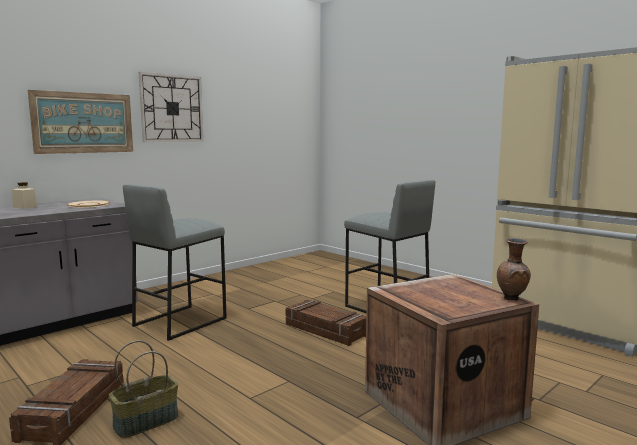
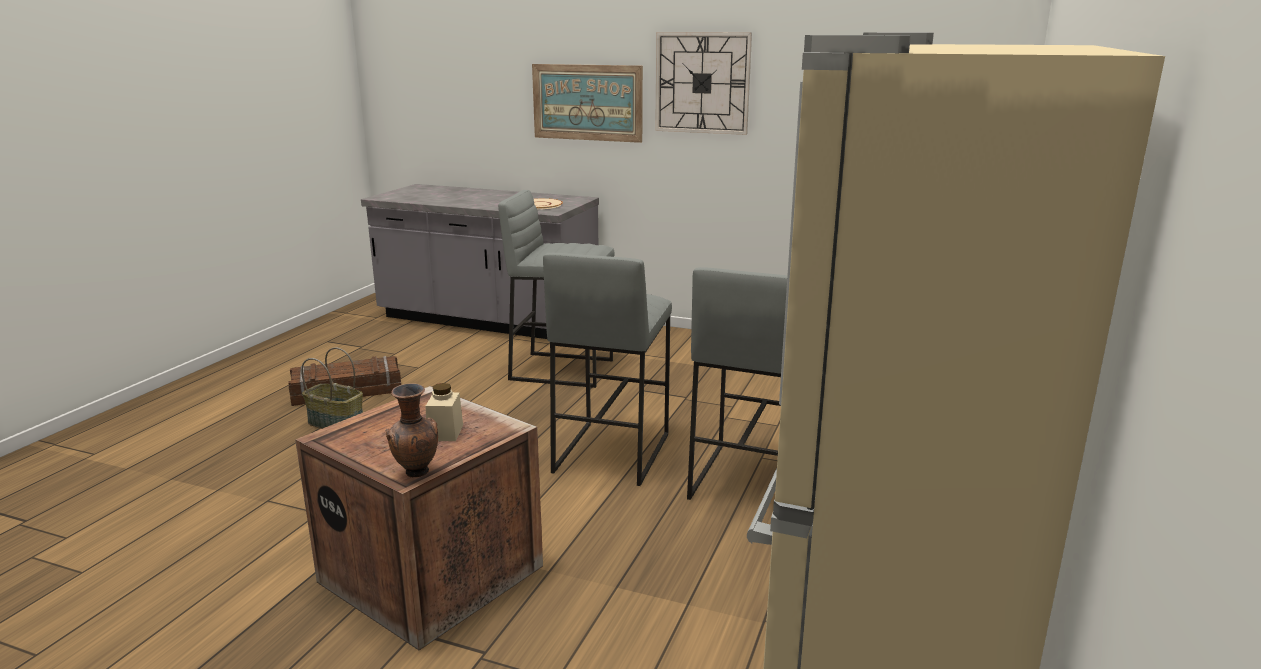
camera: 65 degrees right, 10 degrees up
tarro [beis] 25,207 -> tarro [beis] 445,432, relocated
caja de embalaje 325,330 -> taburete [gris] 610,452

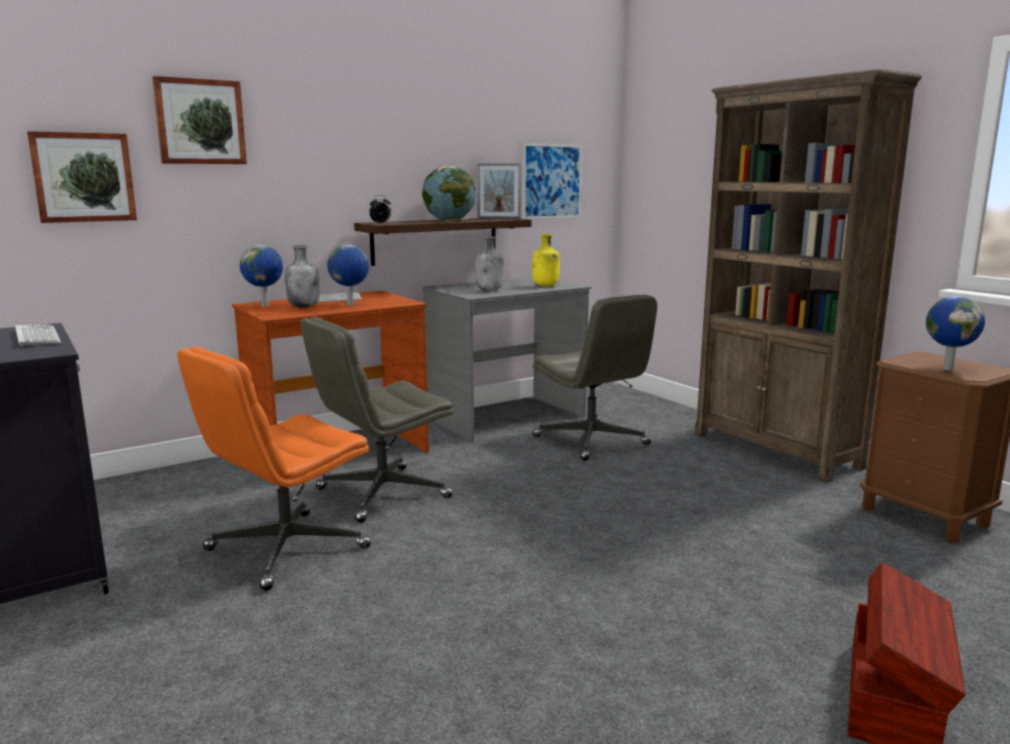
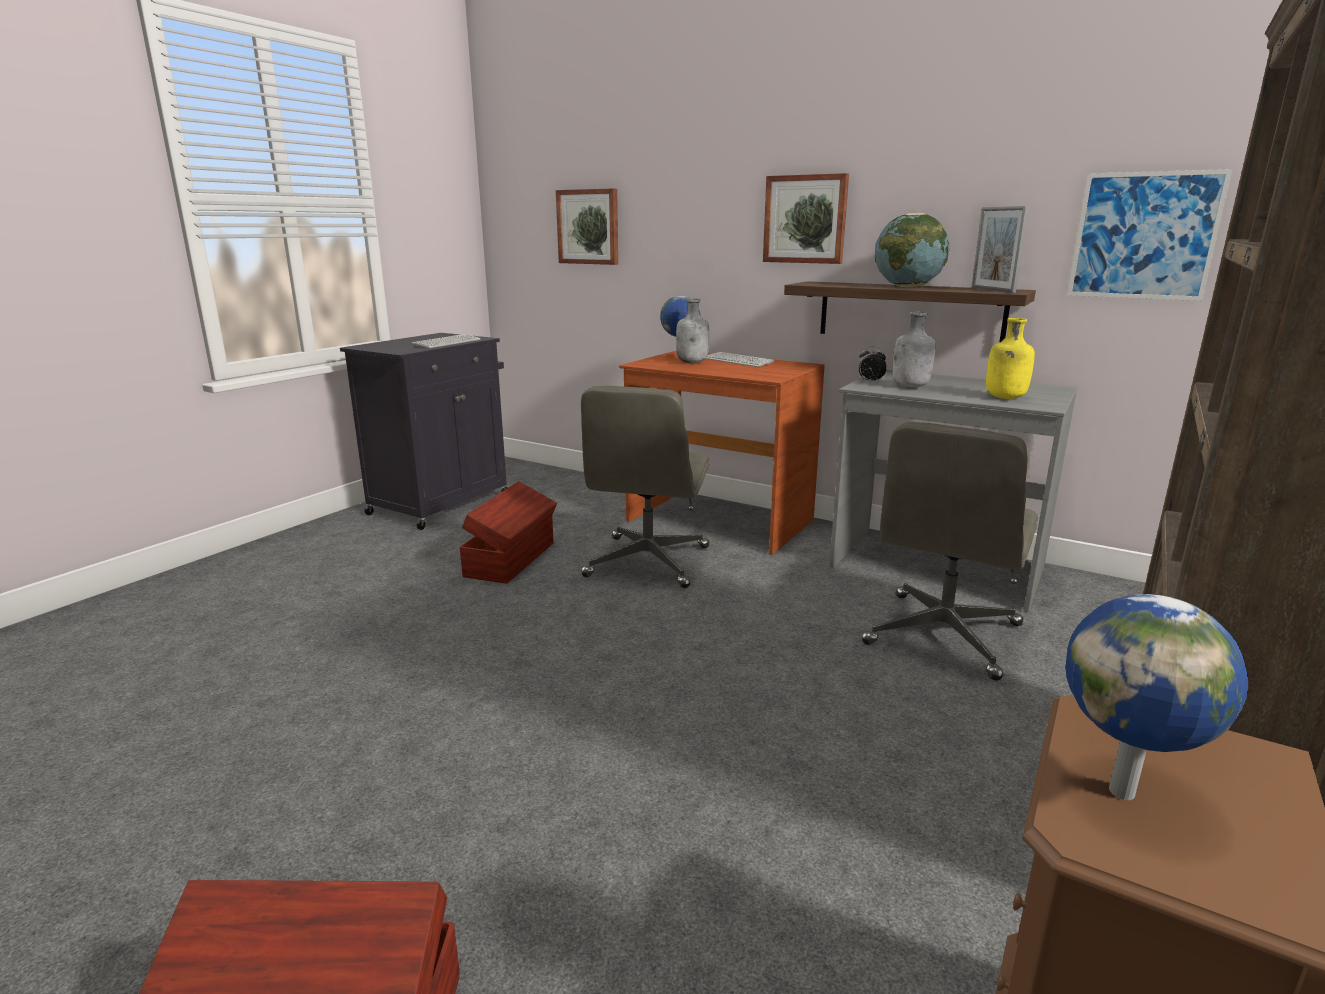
camera: 65 degrees right, 5 degrees up
cuadro 200,122 -> cuadro 805,219, relocated
silla de oficina [naranja] 285,550 -> caja de almacenaje [marrón] 512,559
silla de oficina [gris] 381,494 -> silla de oficina [gris] 648,562, 105 degrees counterclockwise
globo terráqueo 350,305 -> none
despertador 381,224 -> despertador 870,381, relocated

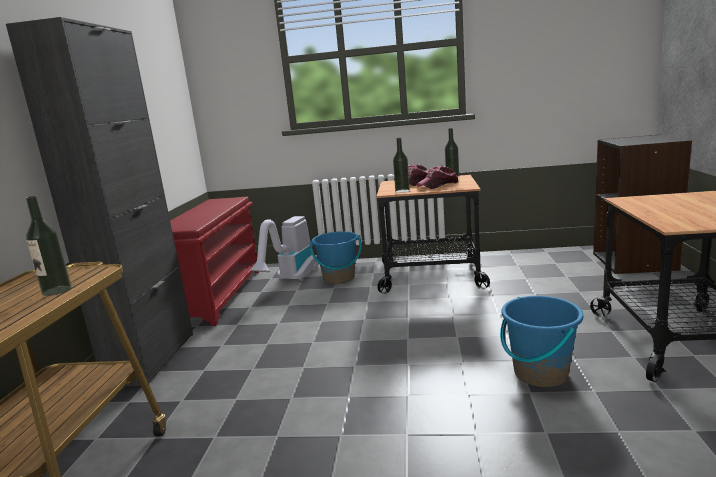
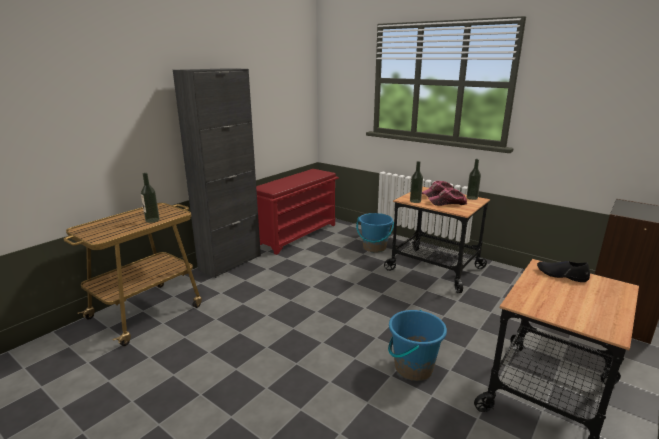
camera: 30 degrees right, 5 degrees up
aspiradora 290,280 -> none
none -> zapato [negro] 561,275

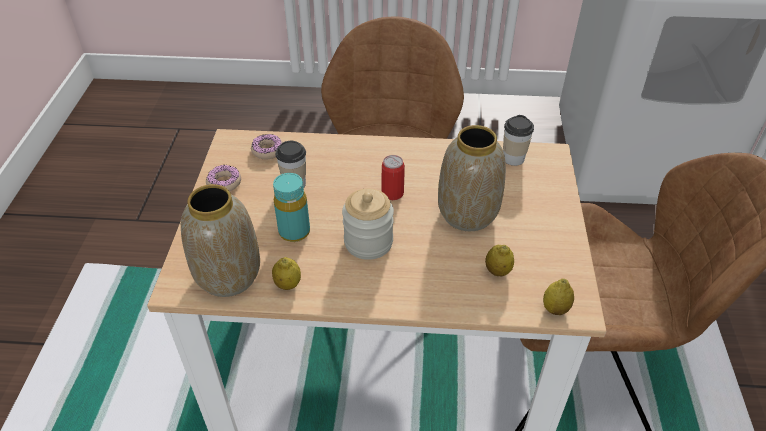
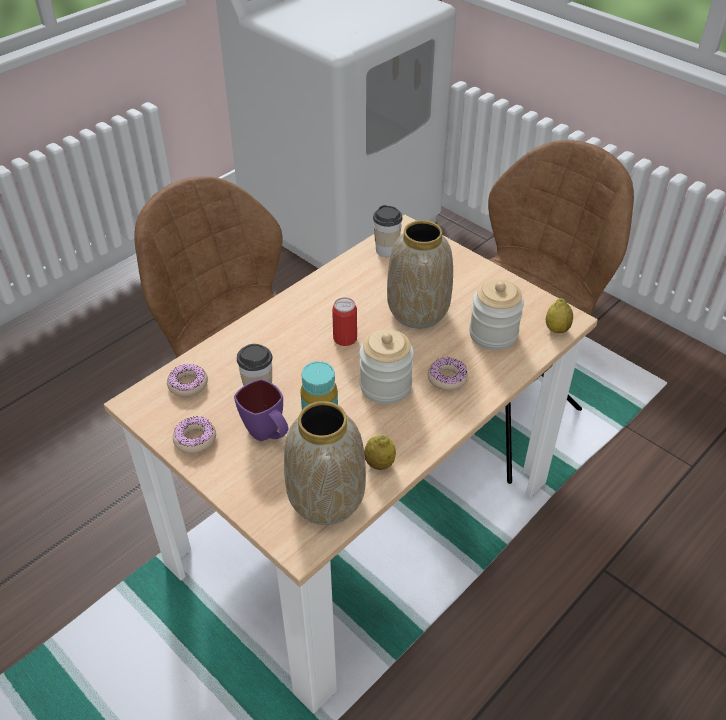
camera: 50 degrees left, 0 degrees up
limón 497,271 -> tarro 493,334
none -> taza grande [morado] 268,435
none -> rosquilla 447,378

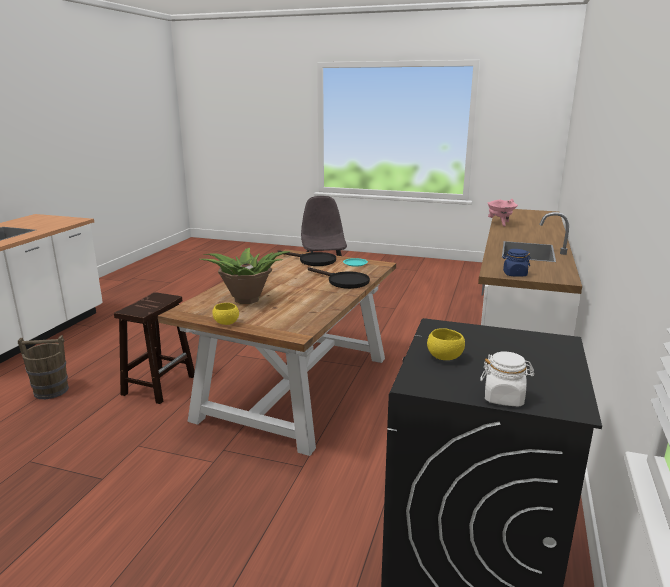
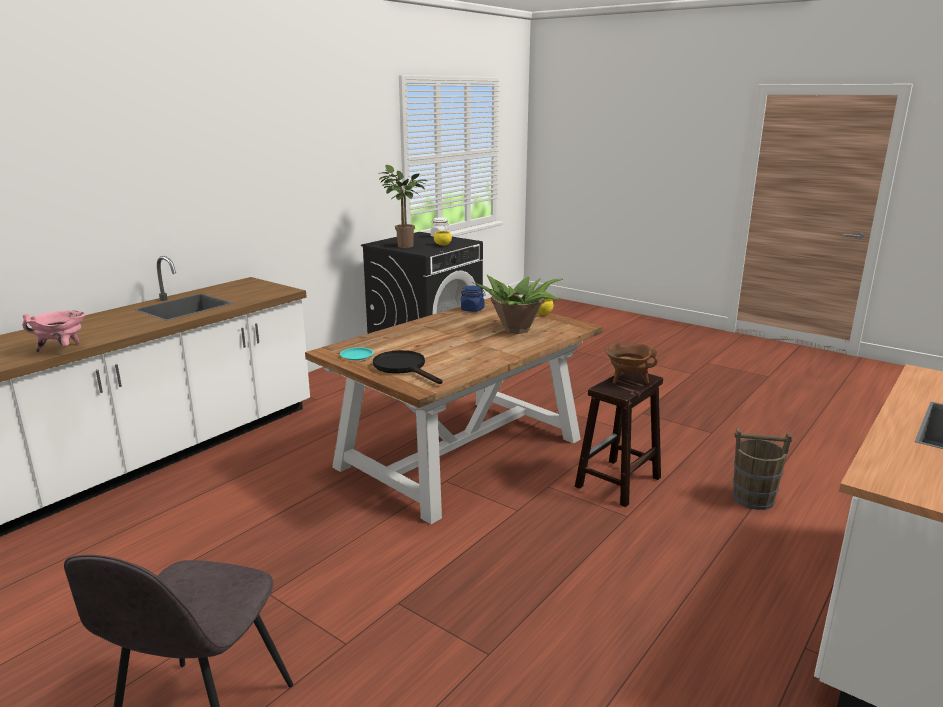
camera: 160 degrees left, 0 degrees up
sartén [negro] 343,281 -> none
tarro [azul] 514,274 -> tarro [azul] 472,309, relocated
none -> planta en maceta 402,246
none -> olla [marrón] 627,380

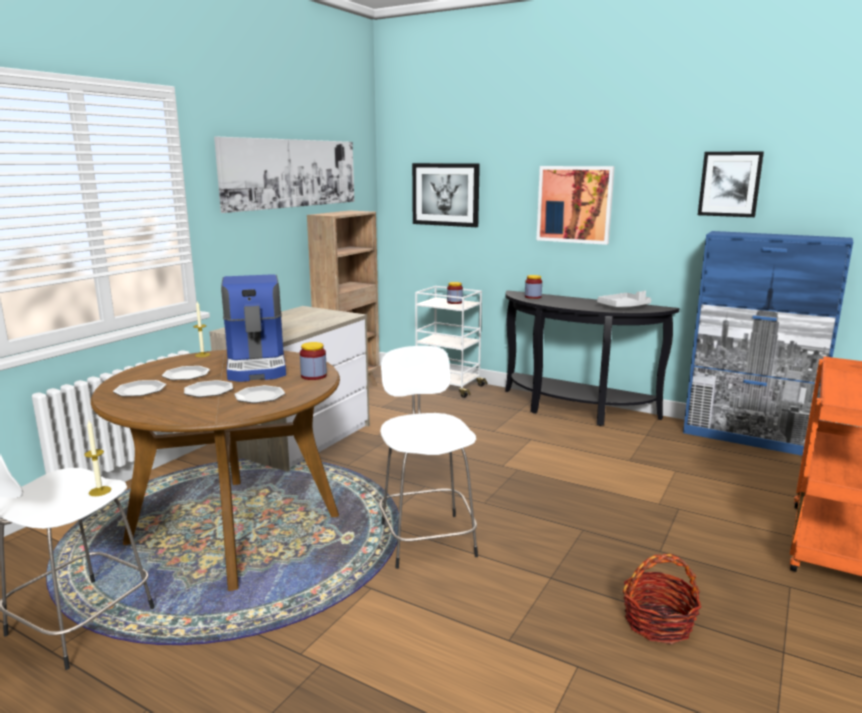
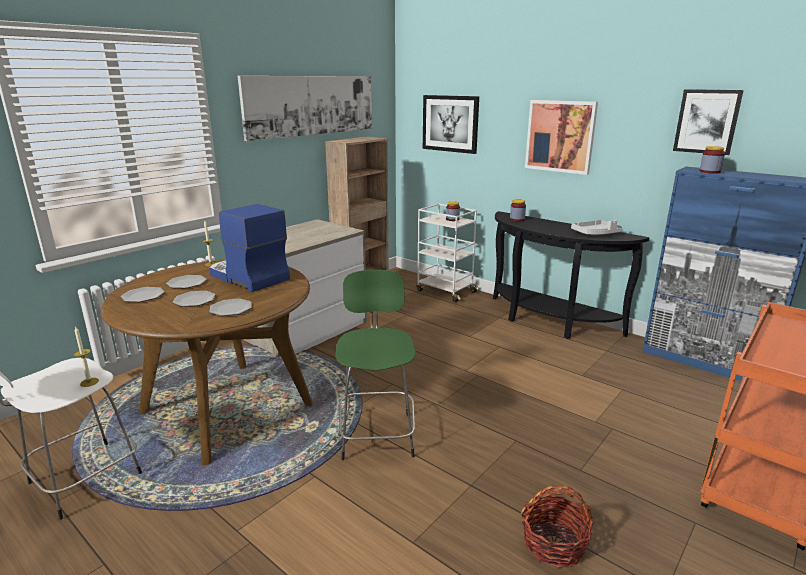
camera: 10 degrees right, 5 degrees up
cafetera 258,365 -> cafetera 247,277, 135 degrees clockwise
tarro 313,376 -> tarro 709,172, relocated
taburete [blanco] 426,538 -> taburete [verde] 377,433

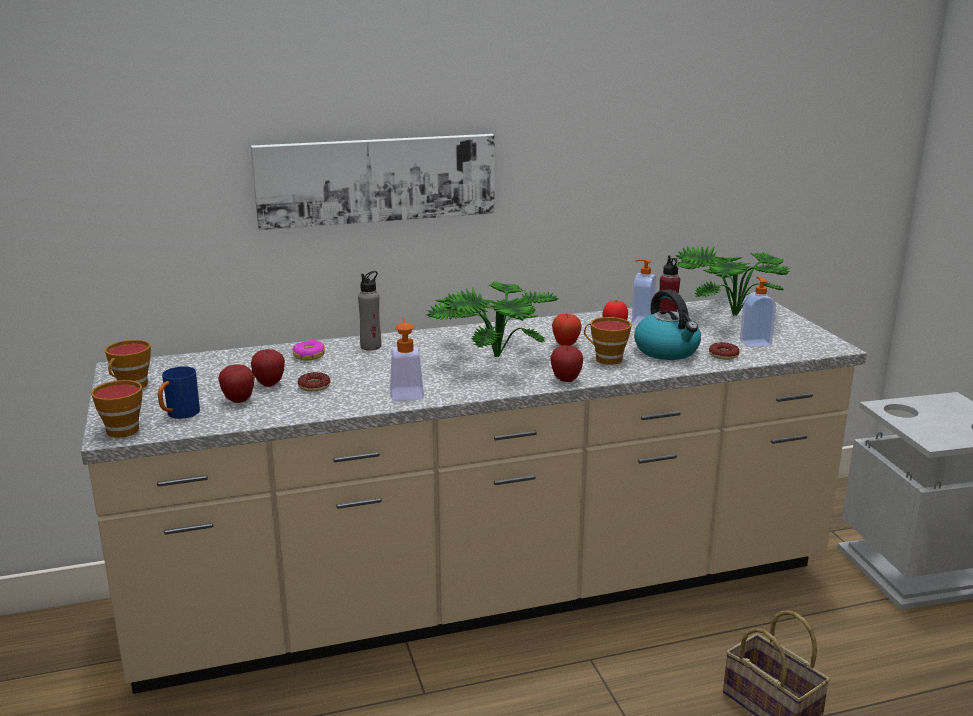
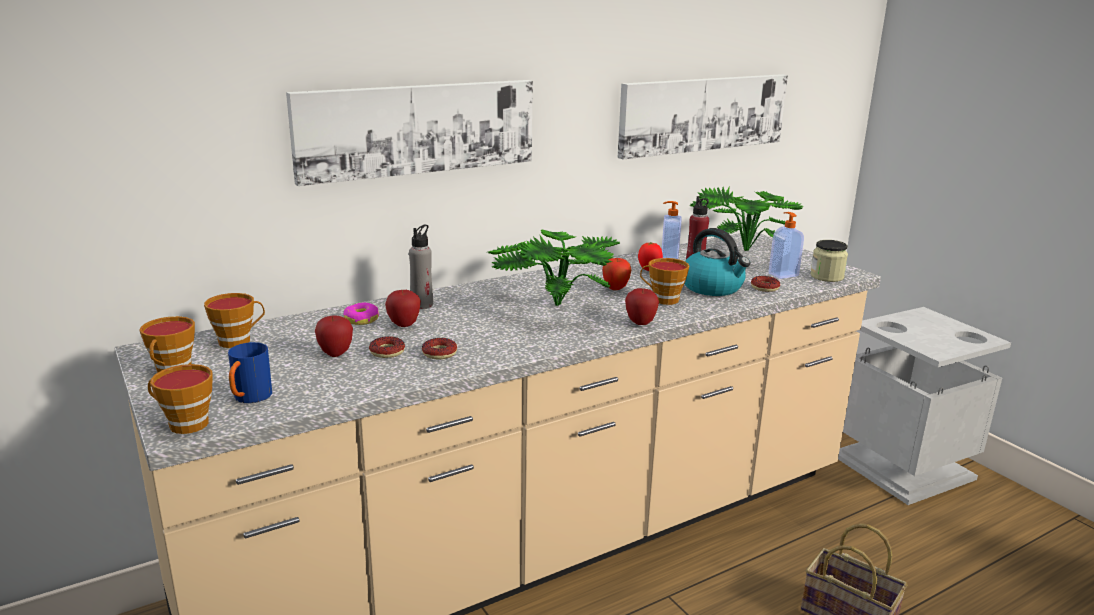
camera: 15 degrees left, 0 degrees up
manzana 238,400 -> manzana 404,325, relocated
dispensador de jabón 406,392 -> none
none -> taza 238,341
none -> rosquilla 439,353
none -> cuadro 702,114
none -> tarro 826,276

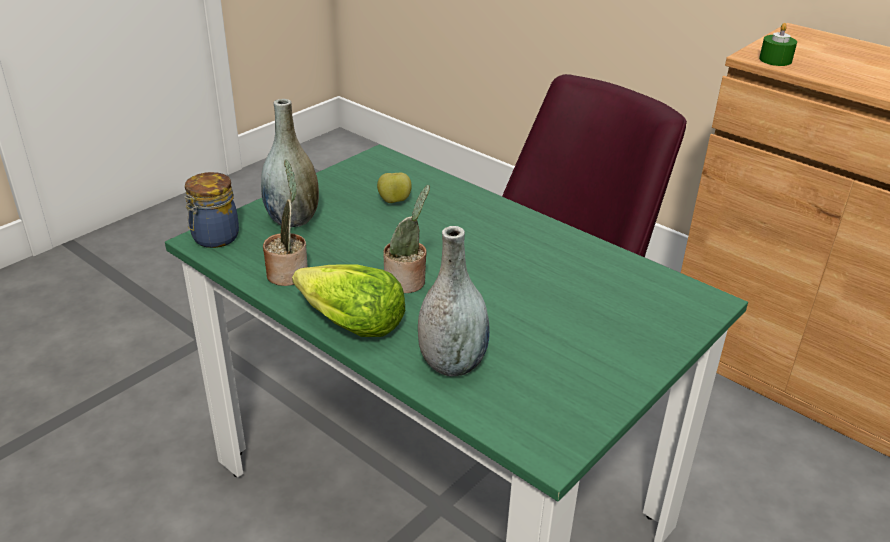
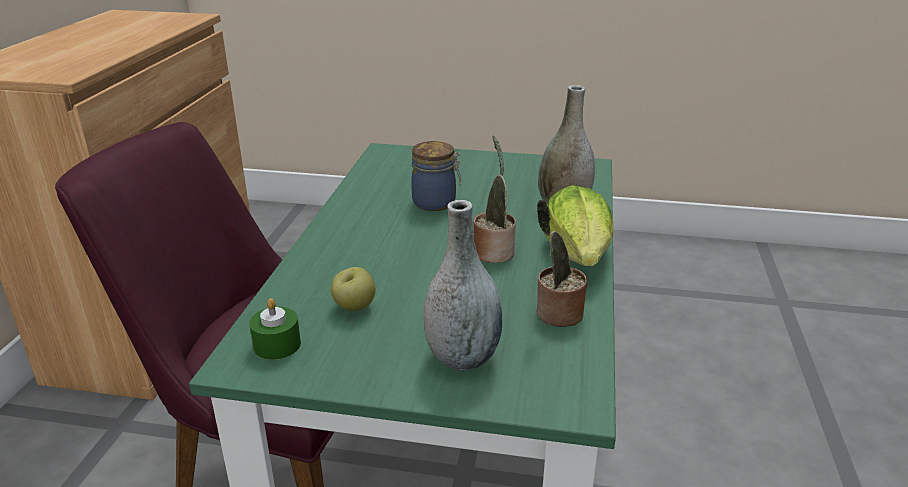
camera: 120 degrees left, 5 degrees down
tarro 214,238 -> tarro 436,203, relocated
vela [verde] 775,60 -> vela [verde] 277,345, relocated

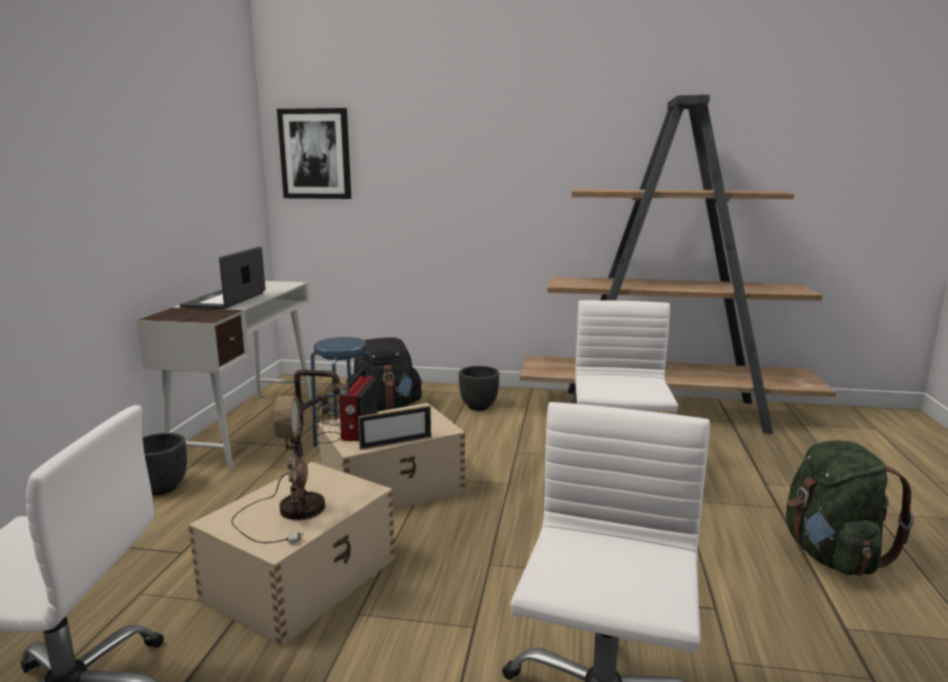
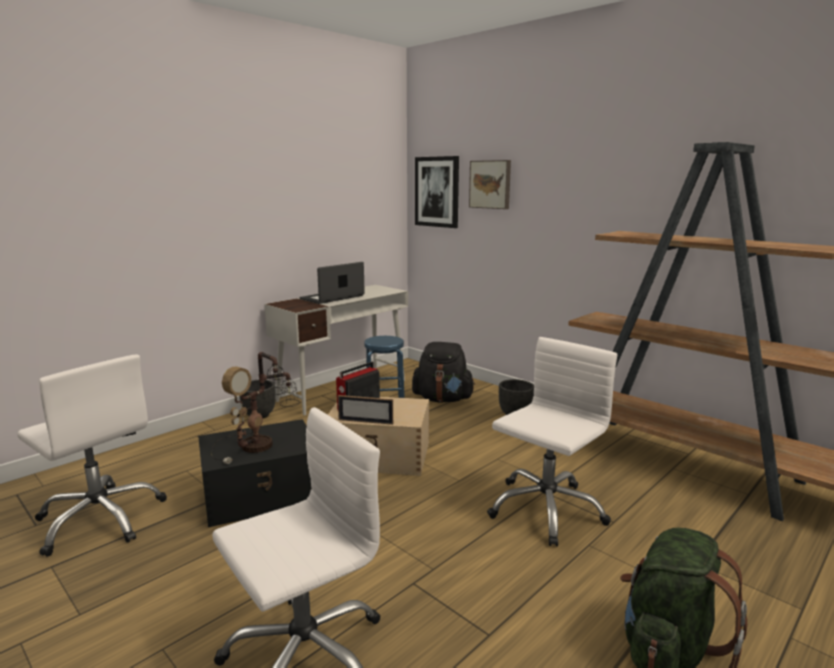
camera: 35 degrees right, 0 degrees up
caja de almacenaje [beis] 303,577 -> caja de almacenaje [negro] 263,493
none -> cuadro 490,184

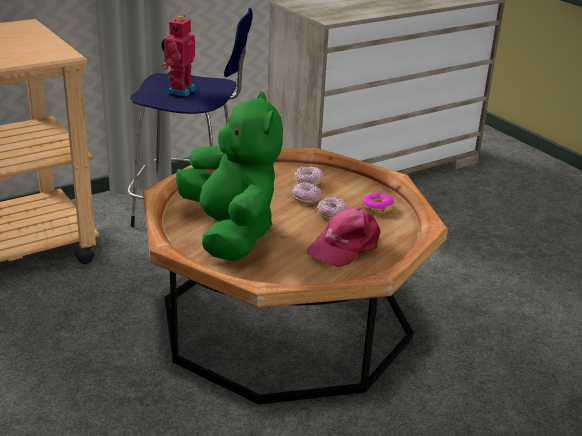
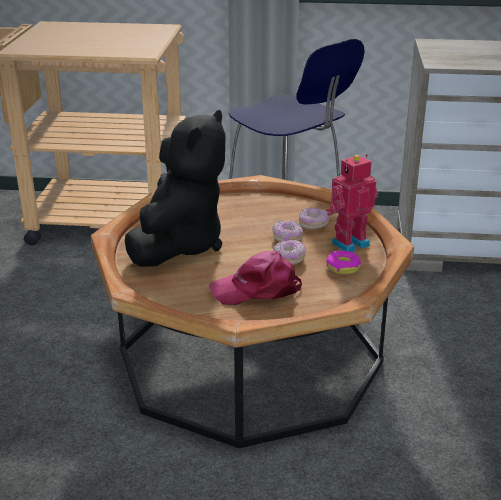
camera: 40 degrees right, 0 degrees up
robot de juguete 179,90 -> robot de juguete 349,243, relocated
peluche [verde] 230,233 -> peluche [negro] 179,245

